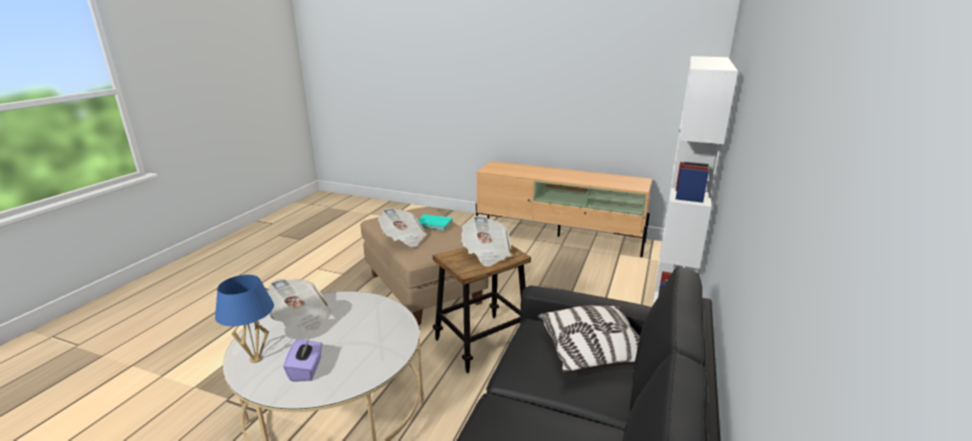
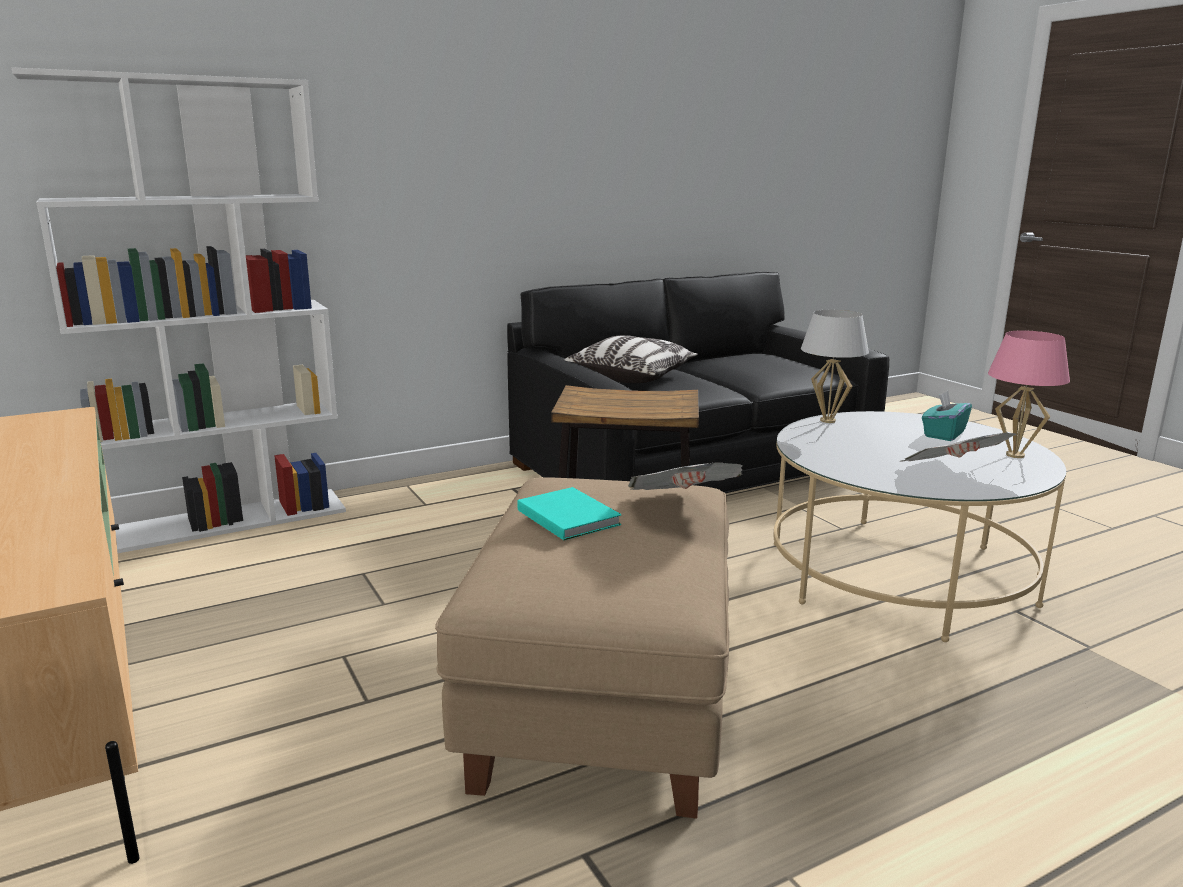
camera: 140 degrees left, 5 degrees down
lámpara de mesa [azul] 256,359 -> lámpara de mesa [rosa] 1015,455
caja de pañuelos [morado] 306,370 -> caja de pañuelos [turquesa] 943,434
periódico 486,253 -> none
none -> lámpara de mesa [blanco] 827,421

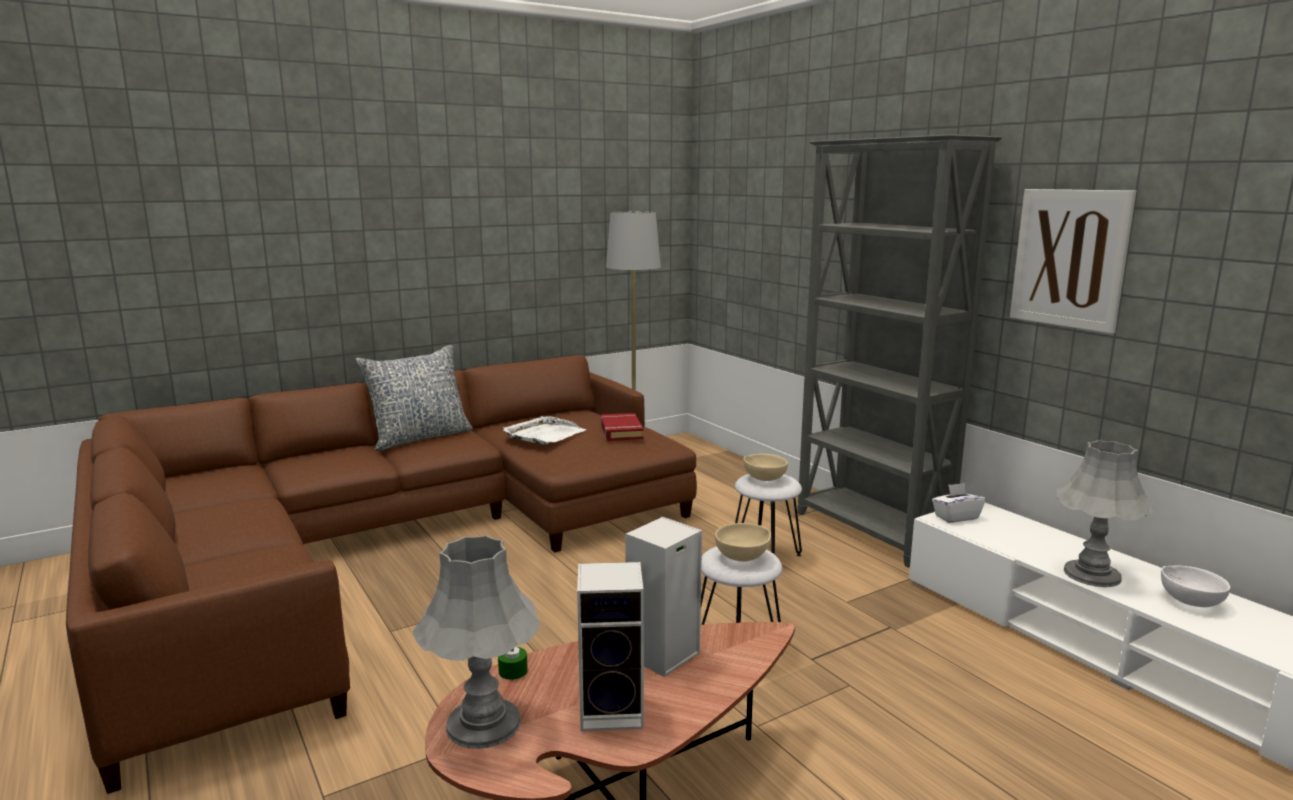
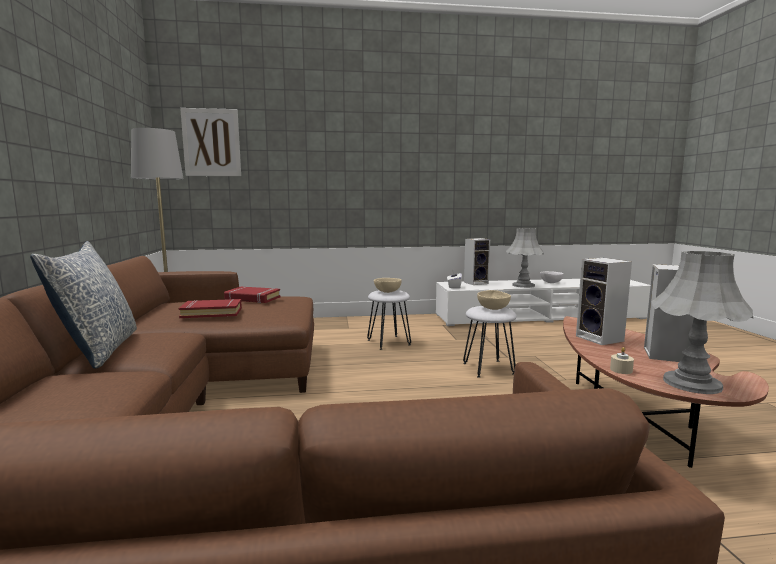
camera: 65 degrees left, 5 degrees down
vela [verde] 513,671 -> vela [beis] 621,370
bandeja [blanco] 544,434 -> libro [rojo] 212,313
estantería [gris] 870,532 -> none
cuadro 1069,258 -> cuadro 211,142, relocated
none -> altavoz 476,283

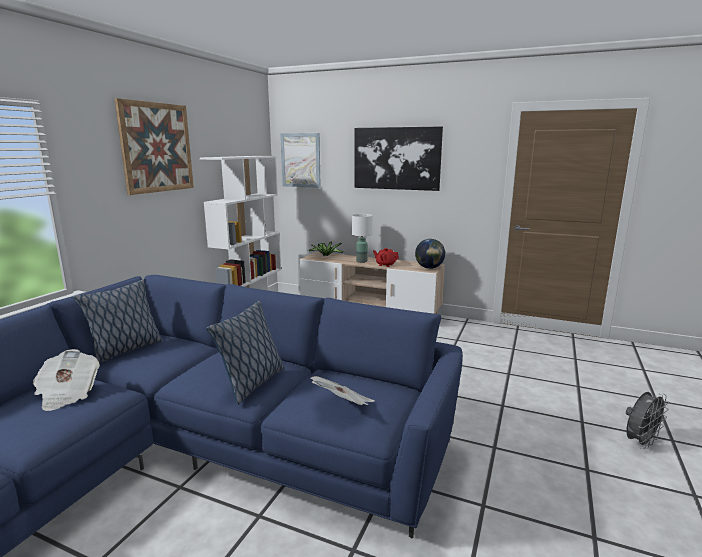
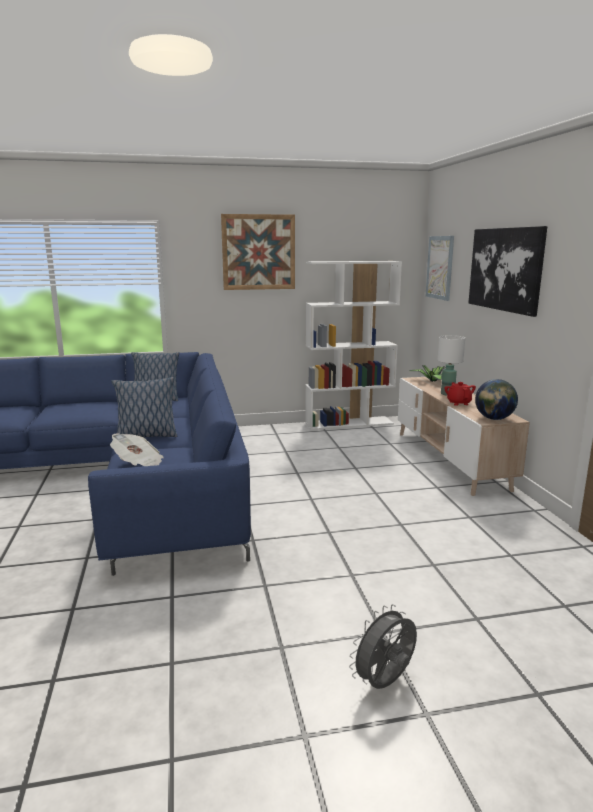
camera: 55 degrees right, 0 degrees up
periódico 67,394 -> none
ventilador [gris] 640,442 -> ventilador [gris] 385,683, 120 degrees clockwise

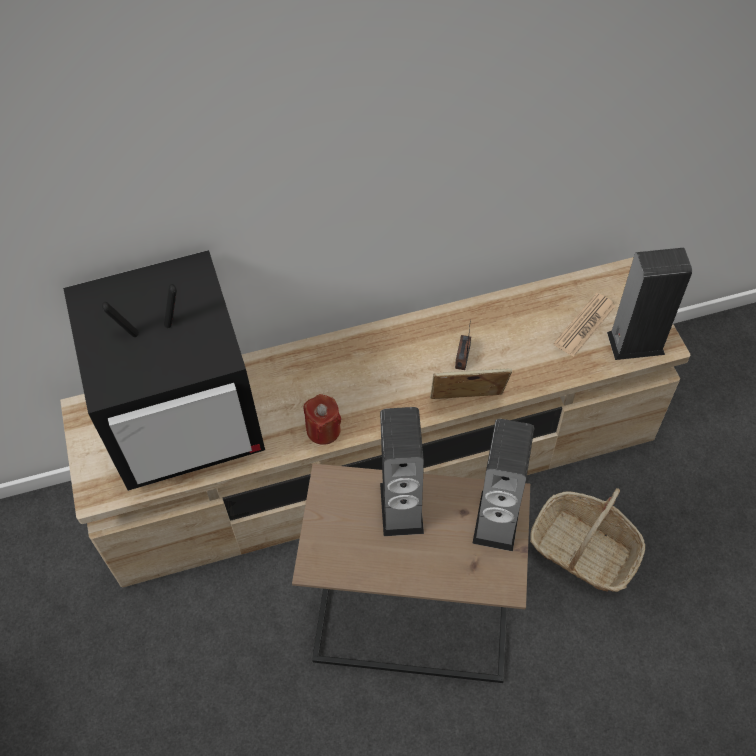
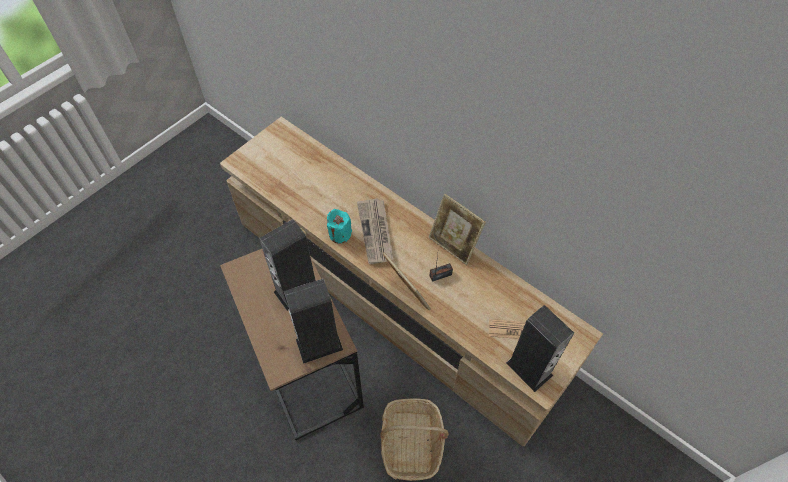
camera: 55 degrees right, 0 degrees up
televisor 187,417 -> none
vela [rojo] 323,430 -> vela [turquesa] 340,234
none -> periódico 376,232
none -> portarretratos 453,245

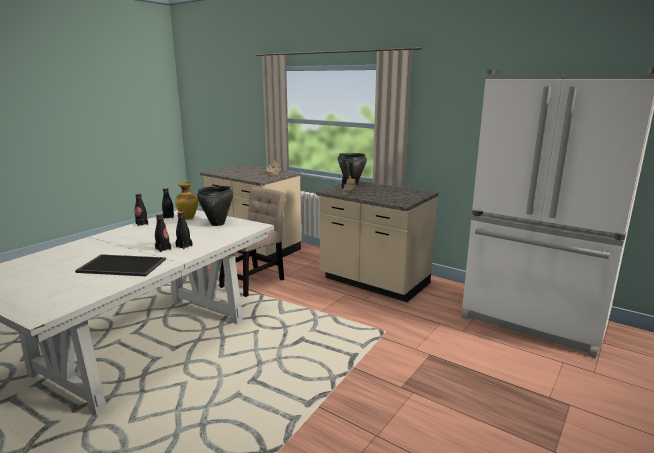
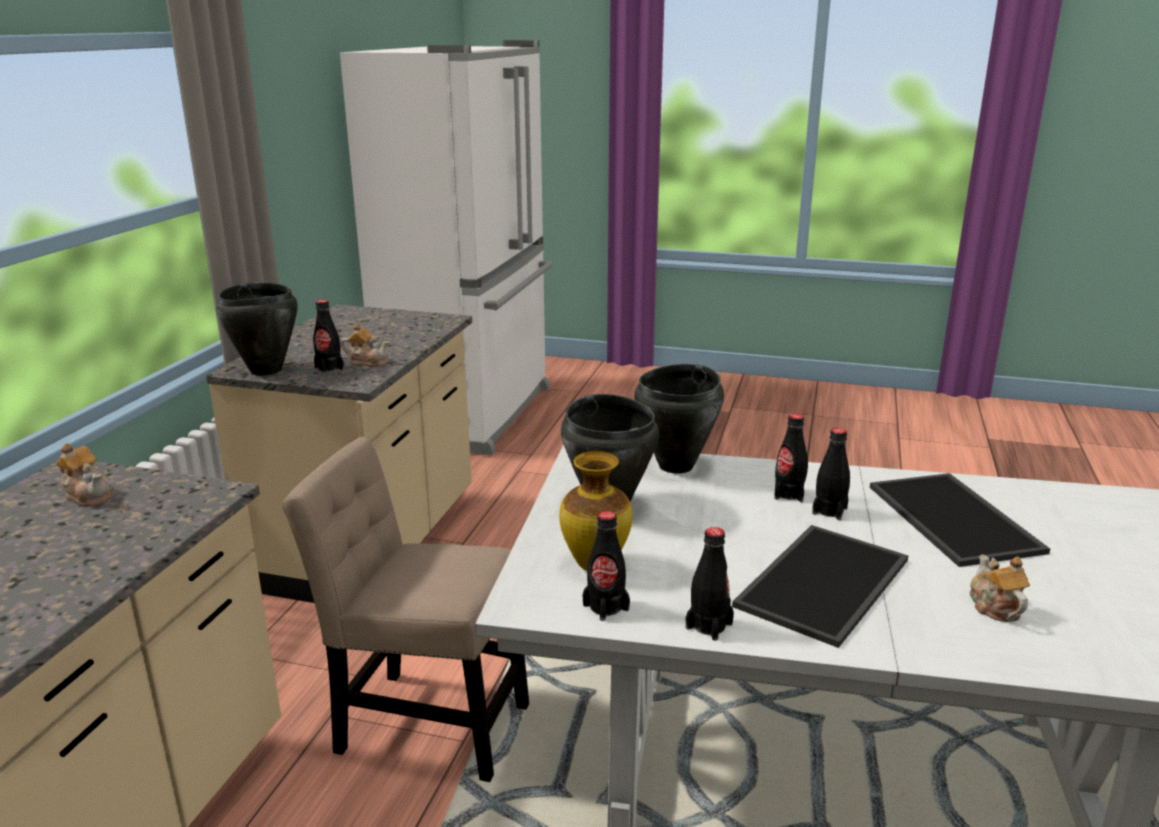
camera: 110 degrees left, 5 degrees up
none -> olla [negro] 677,466
none -> bandeja 825,585
none -> tetera 994,607

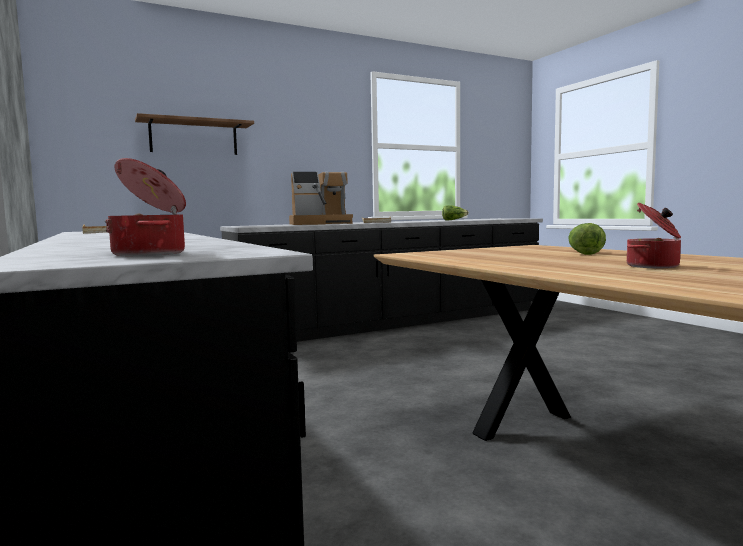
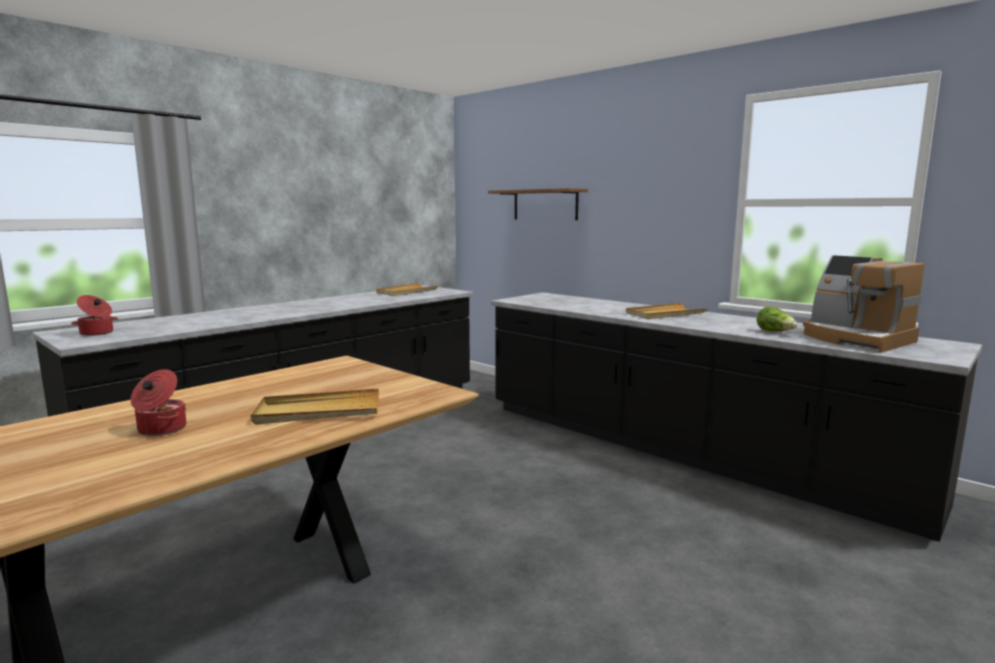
camera: 70 degrees right, 5 degrees up
cafetera 321,224 -> cafetera 856,339, relocated
lechuga 584,253 -> bandeja [beis] 318,411

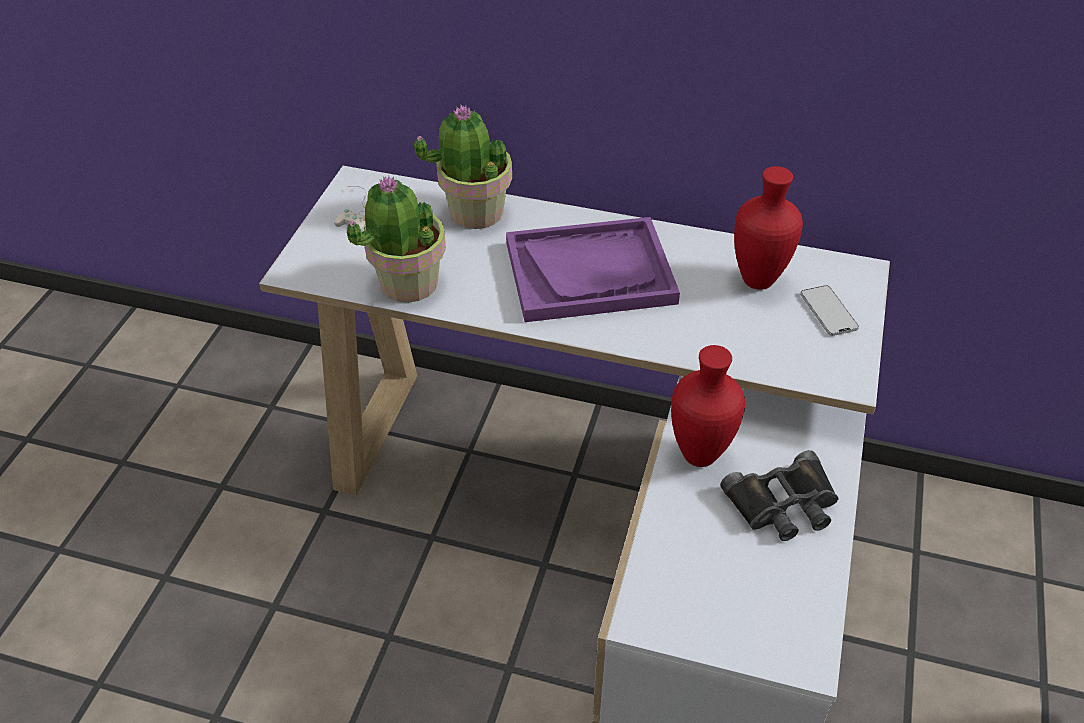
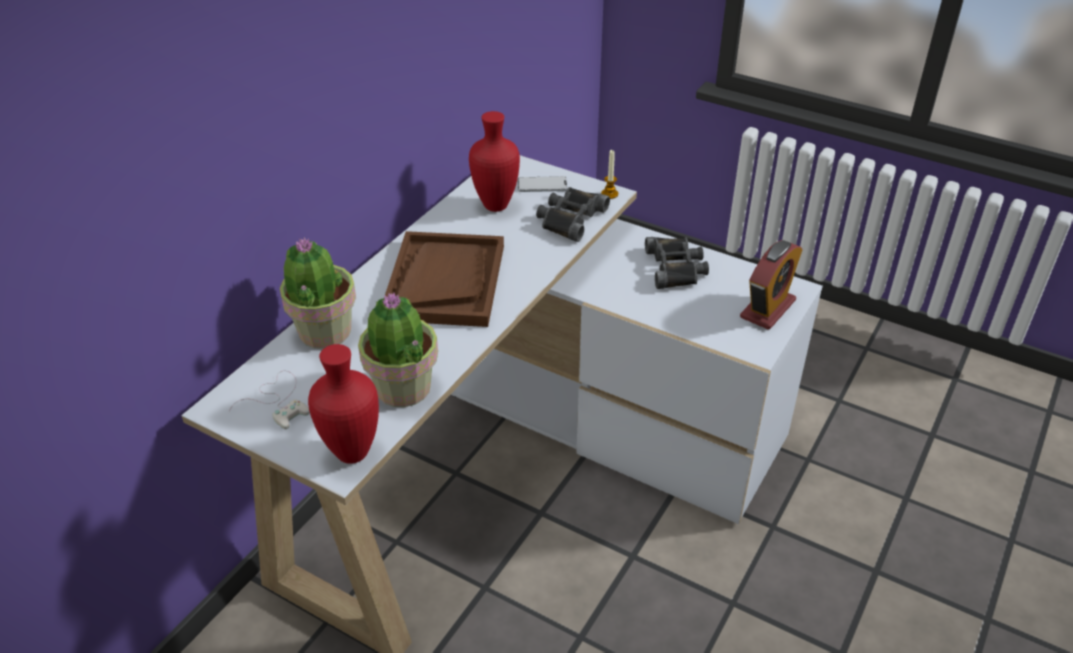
camera: 75 degrees left, 5 degrees down
bandeja [morado] 590,273 -> bandeja [marrón] 445,281
florero [rojo] 702,455 -> florero [rojo] 354,451, relocated
none -> prismáticos [negro] 570,218
none -> vela 609,194
none -> despertador 767,309

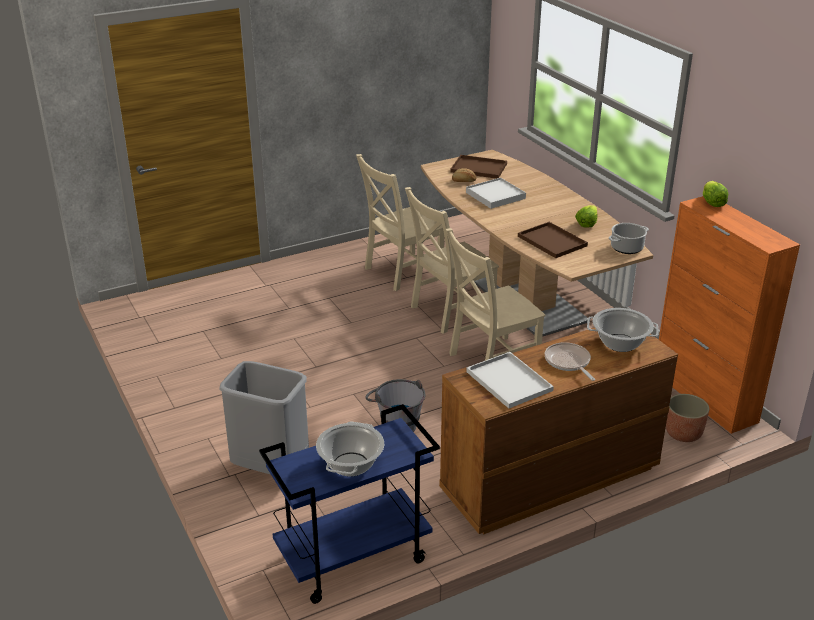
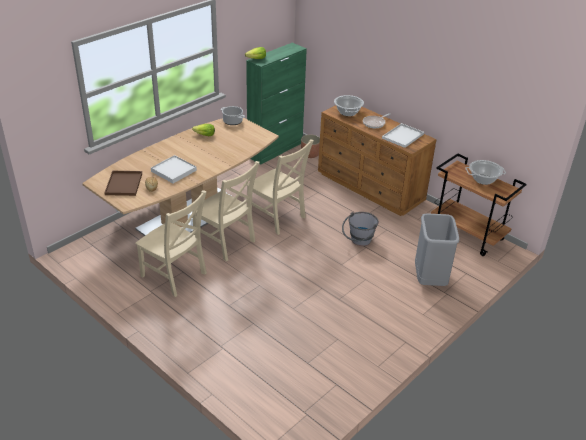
camera: 110 degrees left, 5 degrees up
carrito [azul] 352,559 -> carrito [marrón] 468,235
bandeja [marrón] 553,241 -> none
armario [naranja] 704,397 -> armario [verde] 275,150

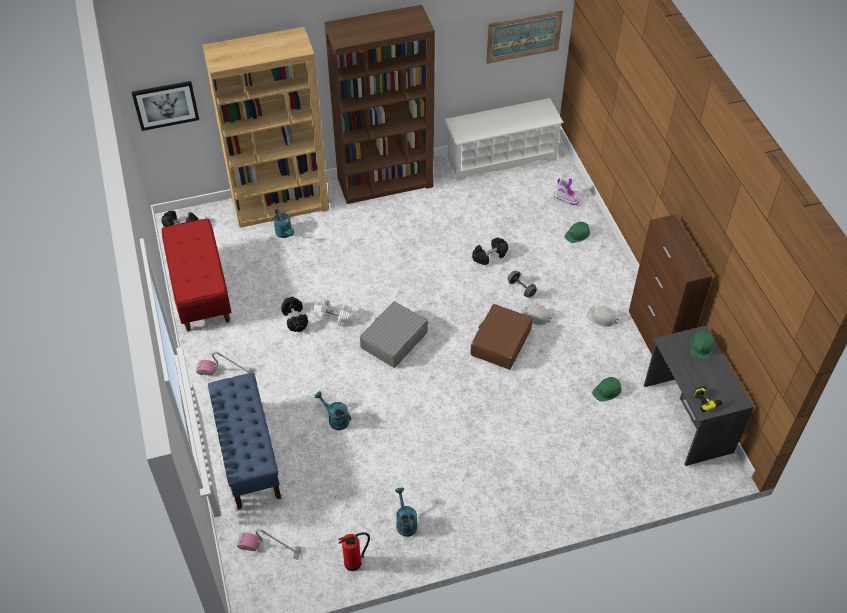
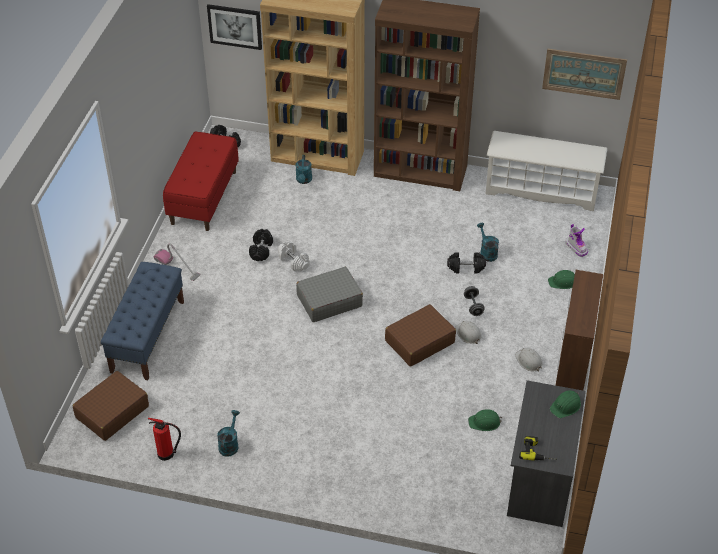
camera: 30 degrees right, 5 degrees down
aspiradora 269,548 -> maleta [marrón] 112,412
regadera [turquesa] 335,419 -> regadera [turquesa] 487,252, relocated

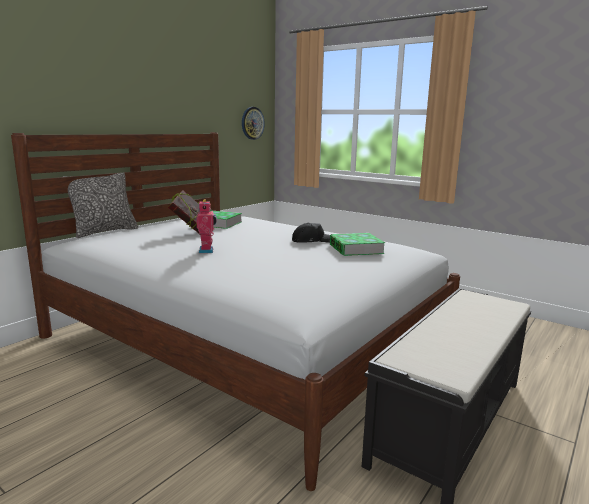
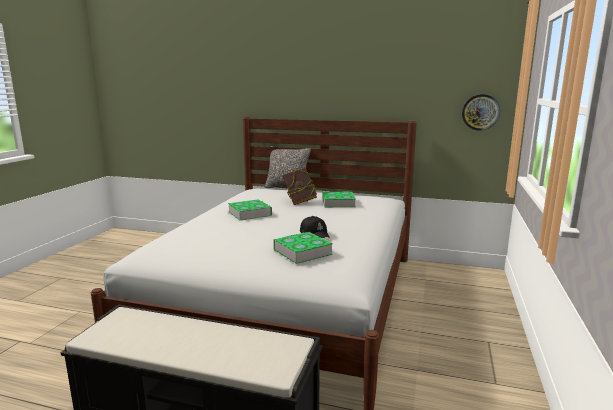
camera: 70 degrees right, 0 degrees up
robot de juguete 207,251 -> libro 250,213

